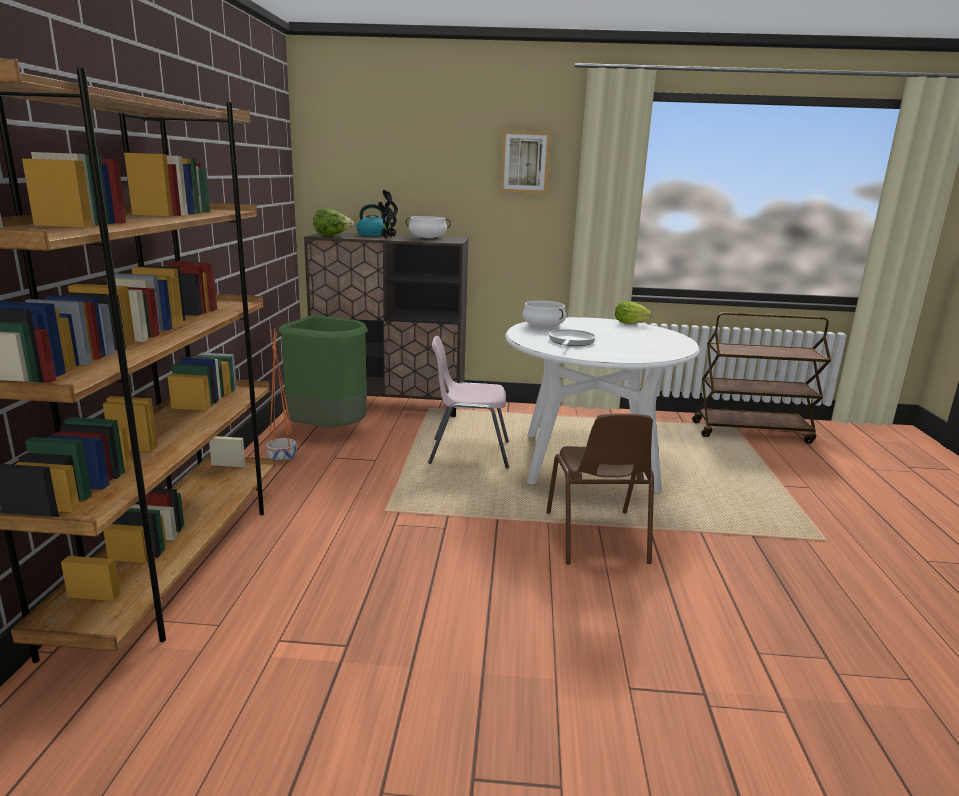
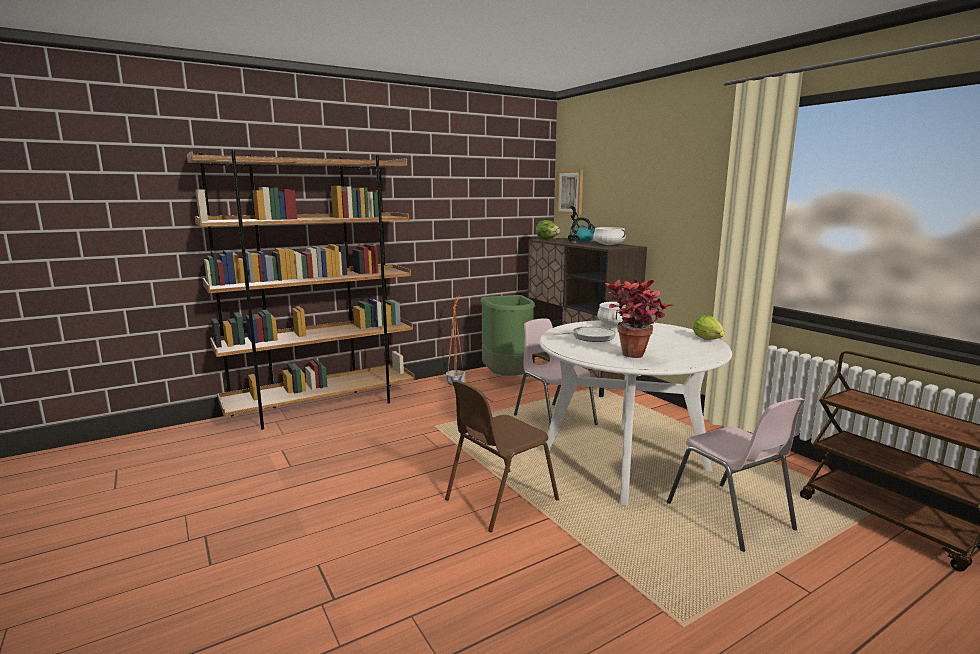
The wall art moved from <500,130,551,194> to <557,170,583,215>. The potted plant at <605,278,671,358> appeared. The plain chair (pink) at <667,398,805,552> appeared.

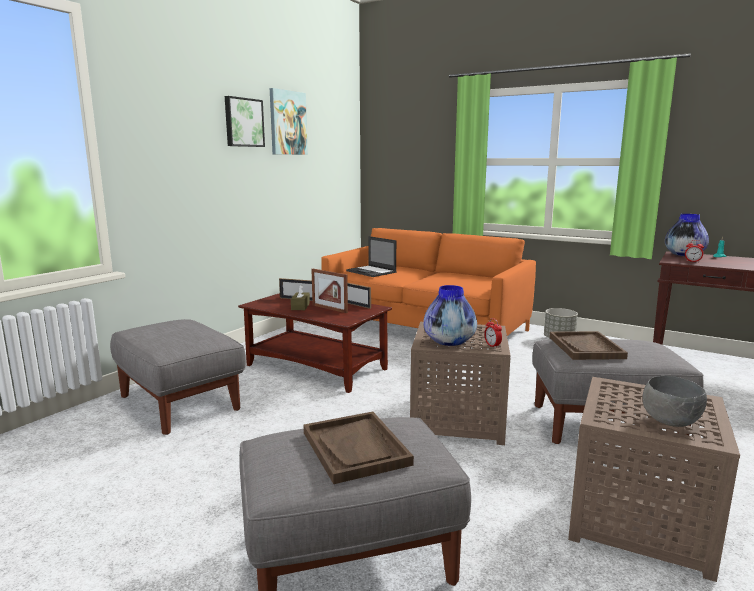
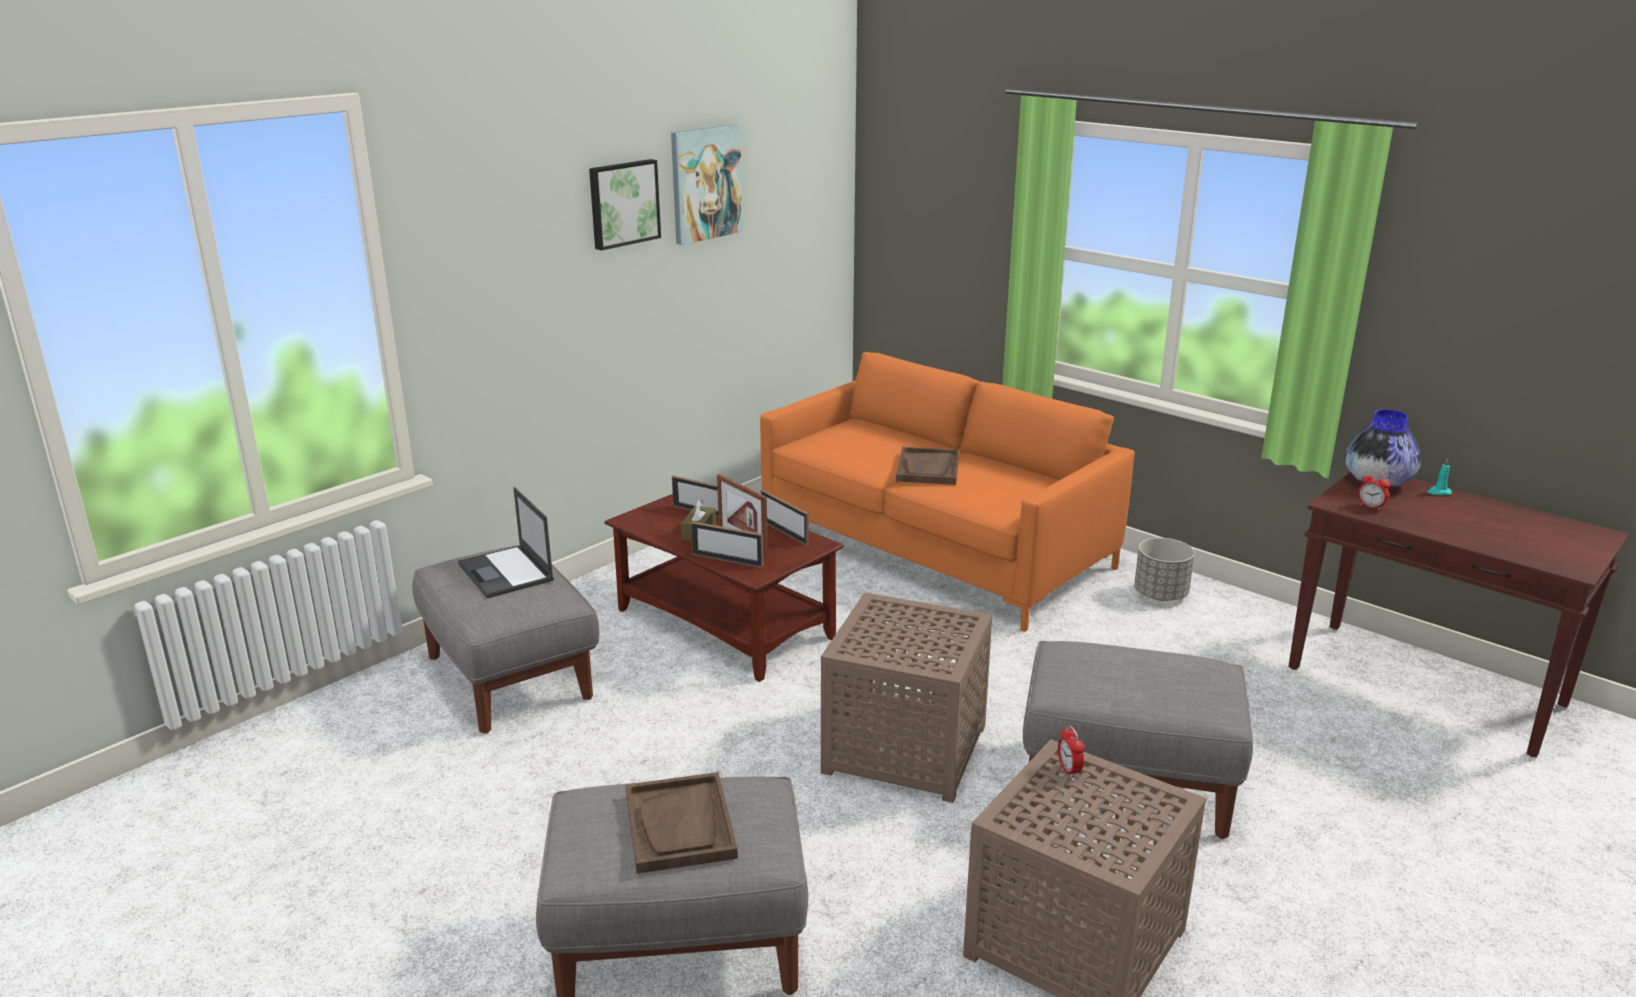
The laptop moved from <346,236,397,277> to <458,487,554,598>. The standing frame at <691,521,763,568> appeared. The tray (brown-coloured) moved from <549,331,628,360> to <896,447,959,485>. The bedside clock moved from <484,318,502,348> to <1058,726,1085,778>. The decorative vase at <423,285,477,346> disappeared. The deep dish (greyish) at <642,376,707,427> disappeared.

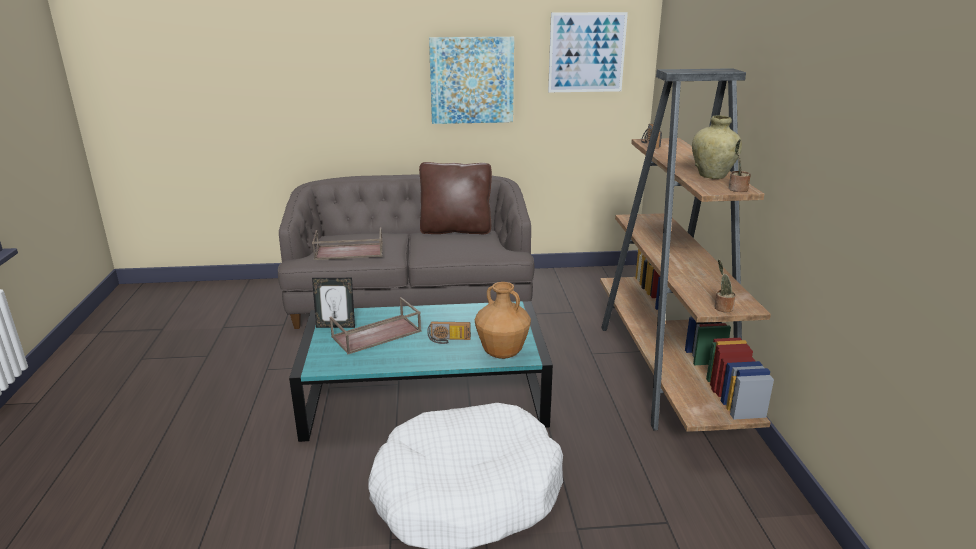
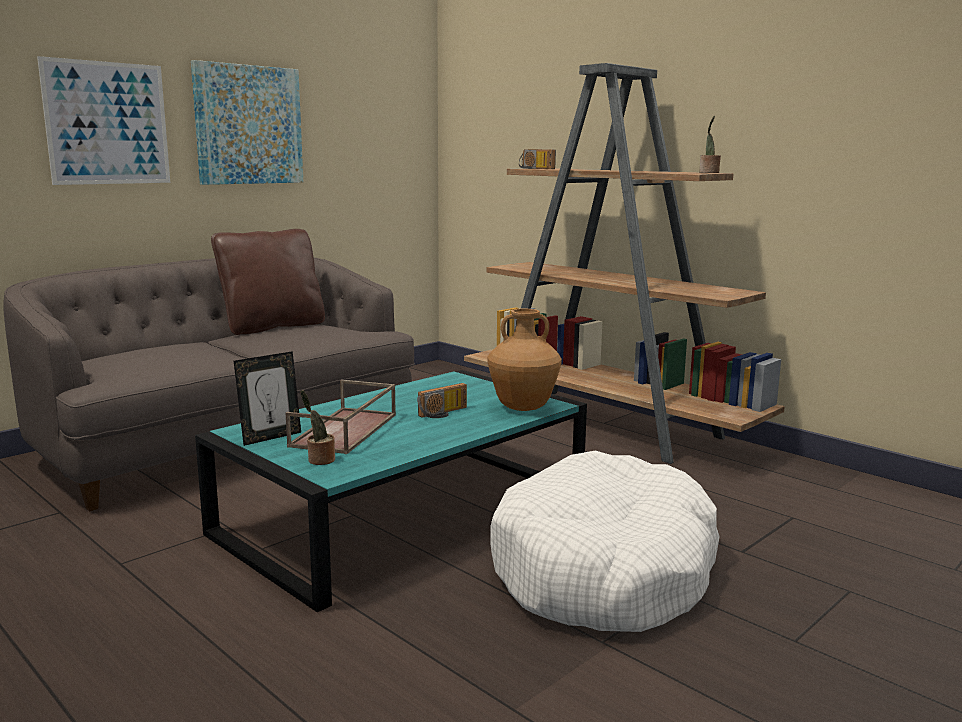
The wall art moved from <548,12,628,92> to <37,56,170,185>. The potted plant moved from <714,260,736,312> to <301,390,335,465>. The tray (brown-coloured) at <312,227,383,260> disappeared. The decorative vase (beige-coloured) at <692,115,742,179> disappeared.

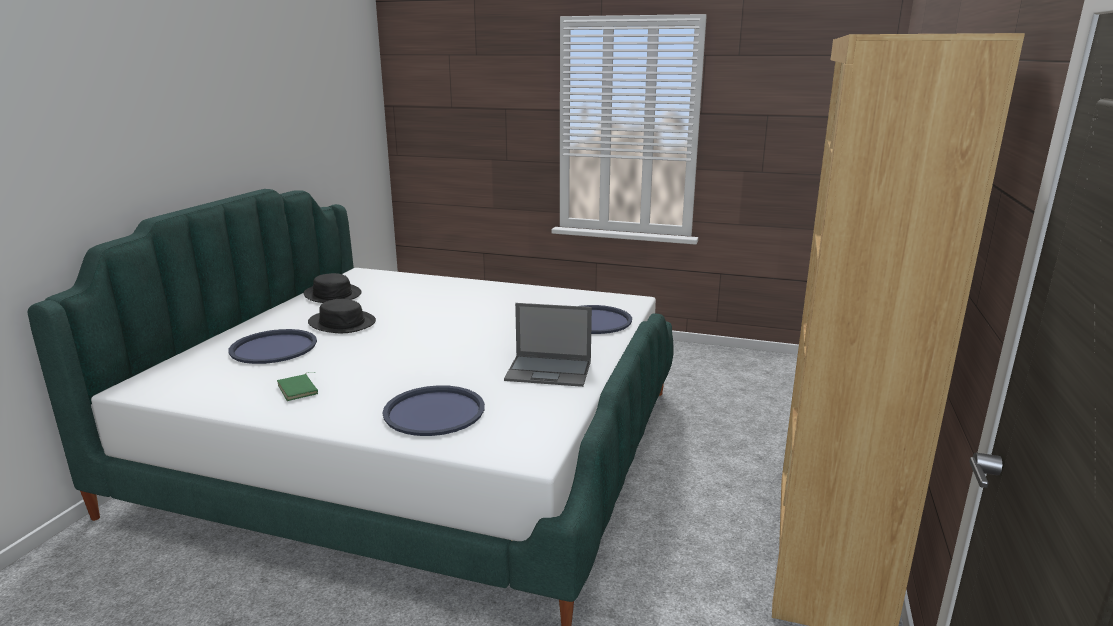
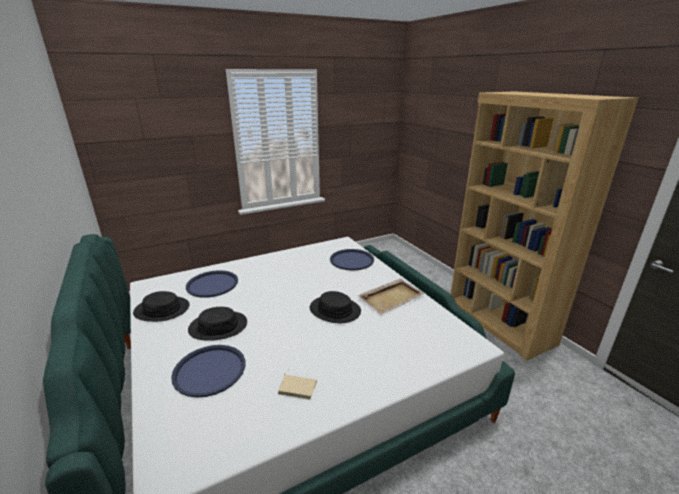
The tray (blue) moved from <382,385,485,436> to <186,270,238,298>. The bound book (greenish) at <277,372,318,401> became the bound book (beige-coloured) at <278,370,317,400>. The clothing hat (black) at <310,291,361,323> appeared. The laptop at <504,303,592,387> was replaced by the tray (beige-coloured) at <358,278,425,315>.

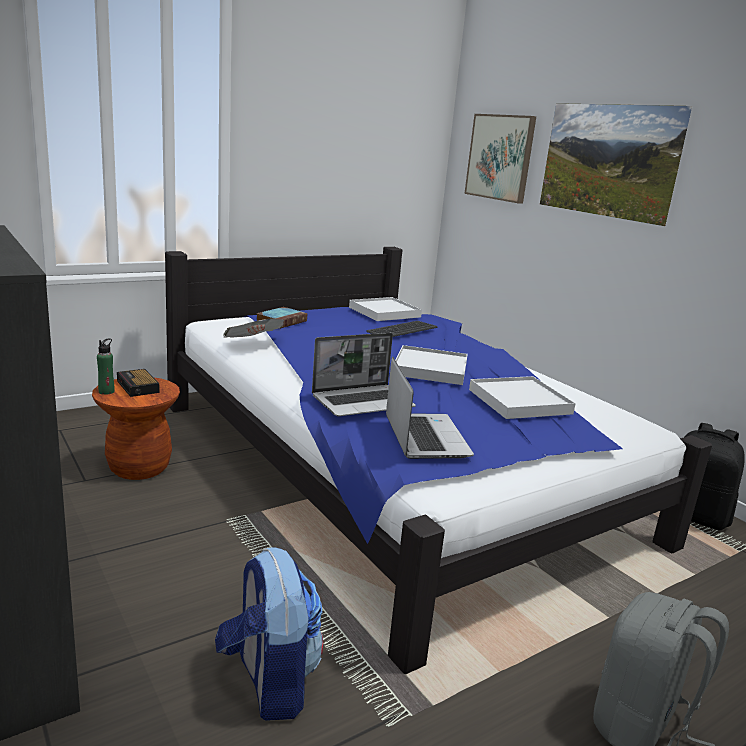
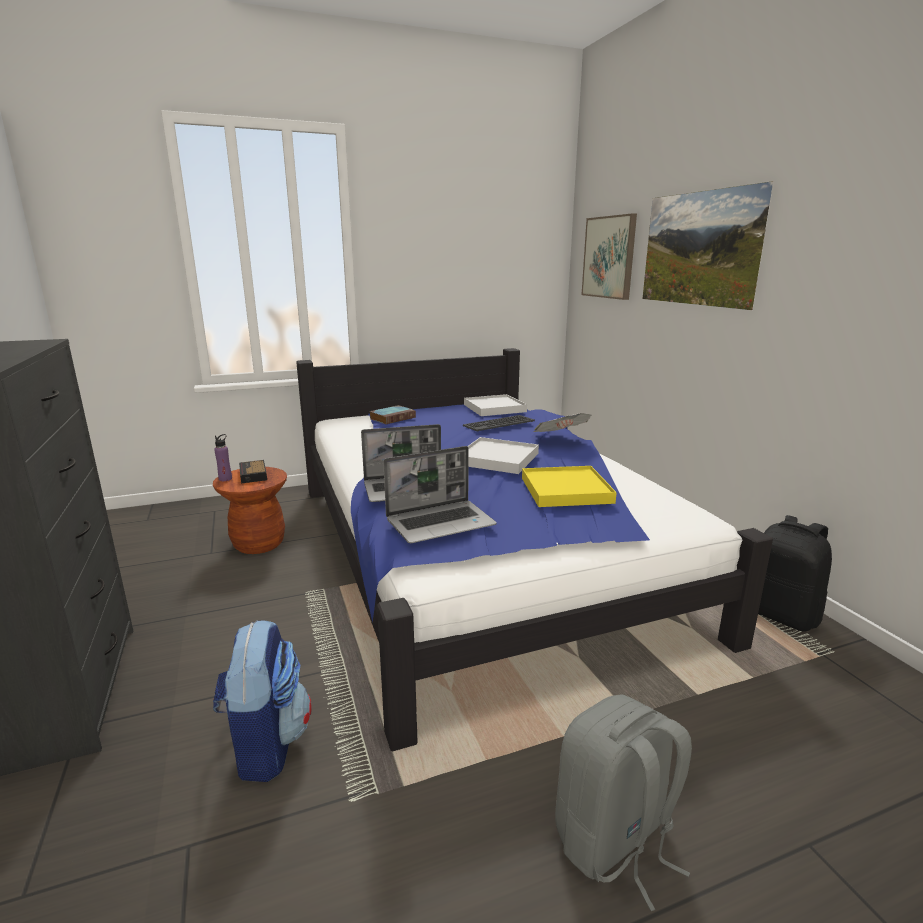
The beverage bottle (greenish) at <97,338,115,395> became the beverage bottle (purple-coloured) at <214,434,232,481>. The laptop at <386,357,474,459> turned 60 degrees clockwise. The tray (white) at <469,376,576,419> became the tray (yellow-coloured) at <522,466,617,507>. The printed paper moved from <223,318,284,338> to <533,413,592,432>.

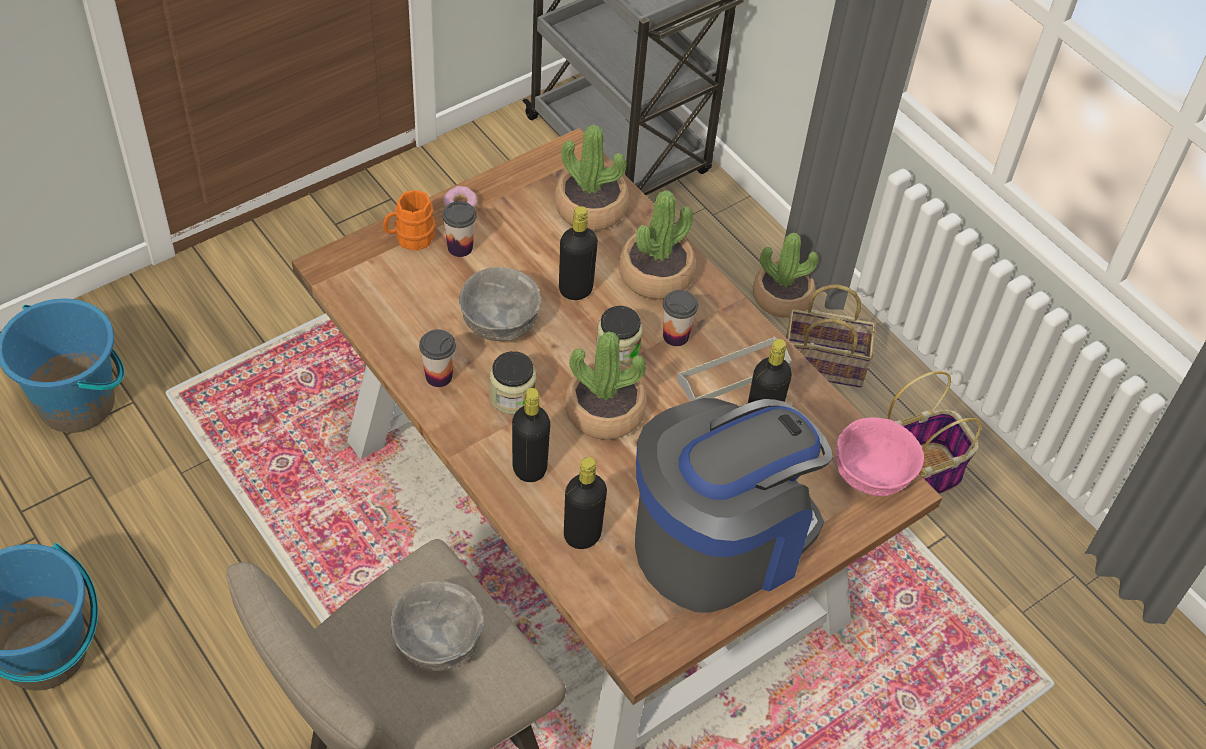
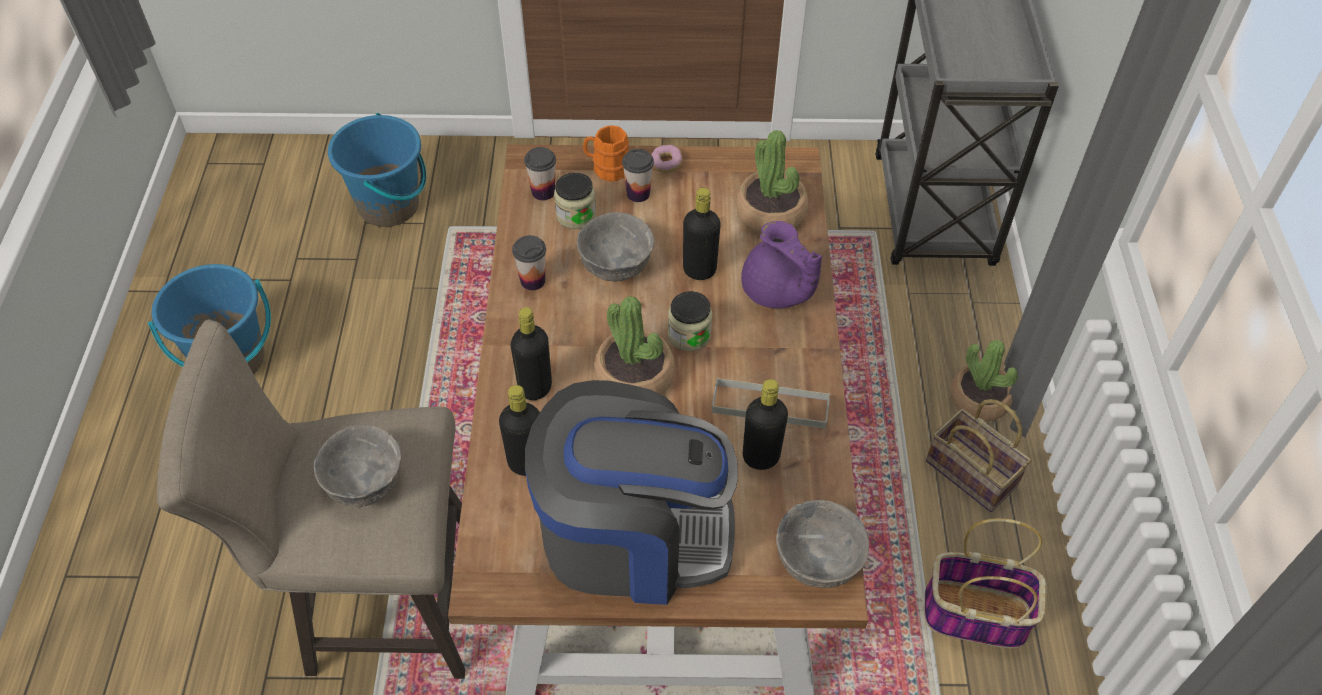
The cup moved from <663,290,698,346> to <524,147,556,201>. The jar moved from <490,351,536,414> to <554,173,596,229>. The potted plant at <619,190,696,300> was replaced by the tea pot (purple-coloured) at <741,221,822,308>. The deep dish (pink) at <836,417,924,496> became the deep dish (greyish) at <776,500,869,588>.

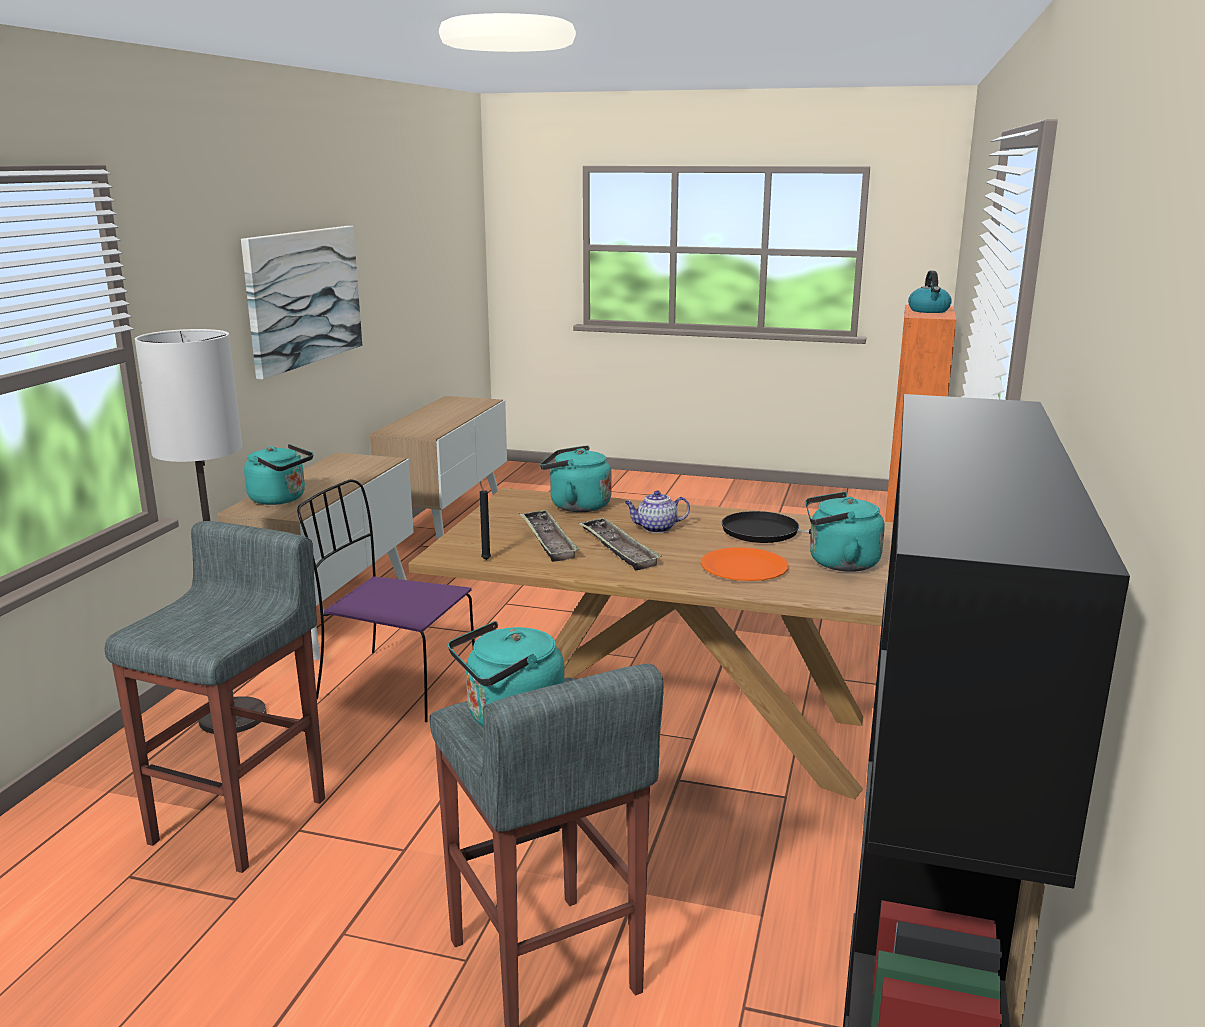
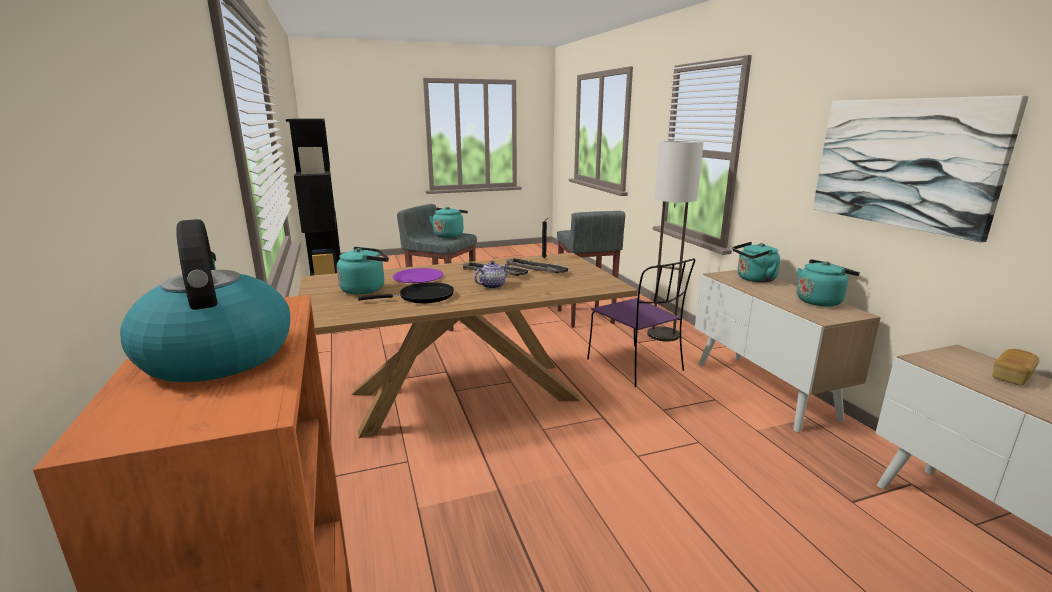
The plate (orangey) at <701,547,788,581> became the plate (purple-coloured) at <393,268,443,283>. The plain chair (purple-coloured) at <297,479,475,722> turned 75 degrees clockwise. The water kettle (turquoise-coloured) moved from <540,445,612,512> to <797,259,860,307>. The baked bread at <993,349,1039,386> appeared.

